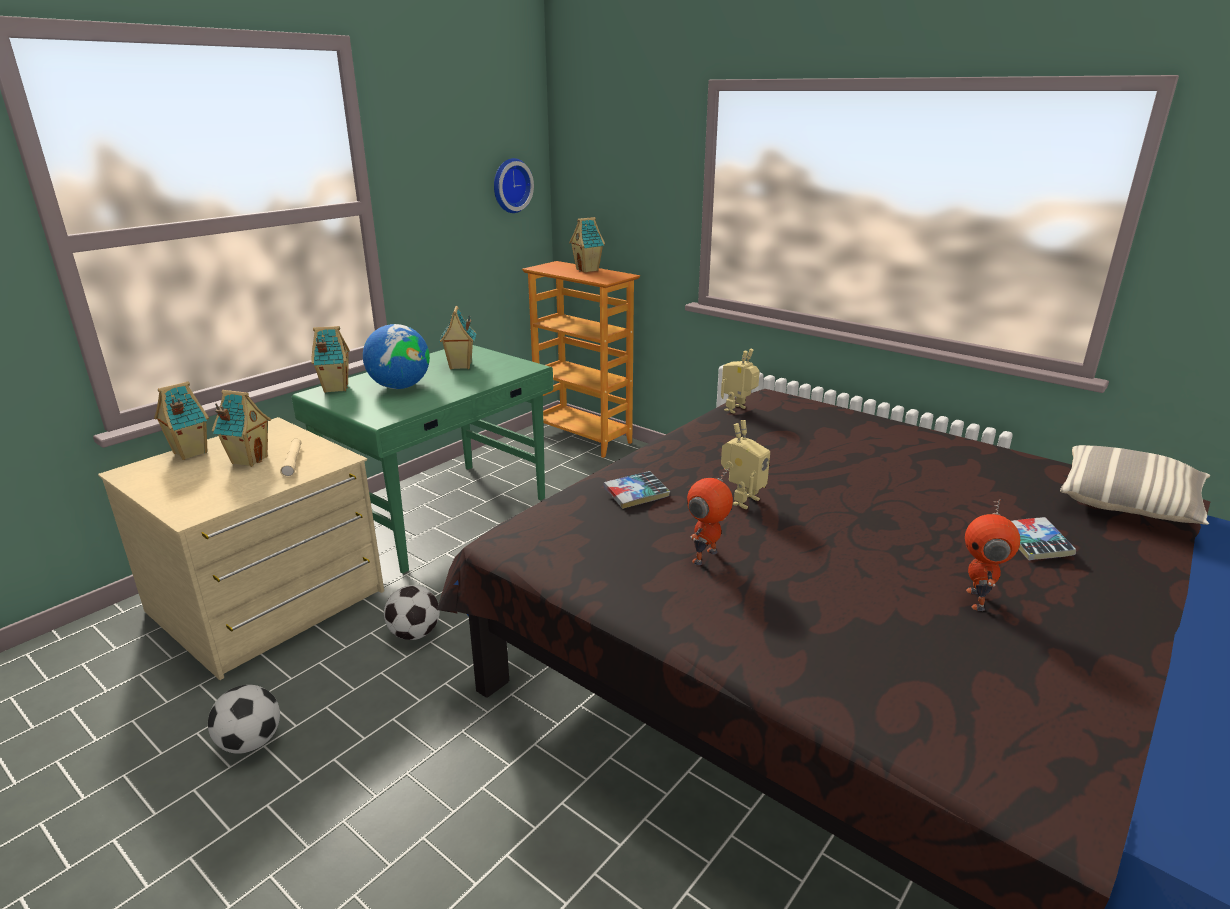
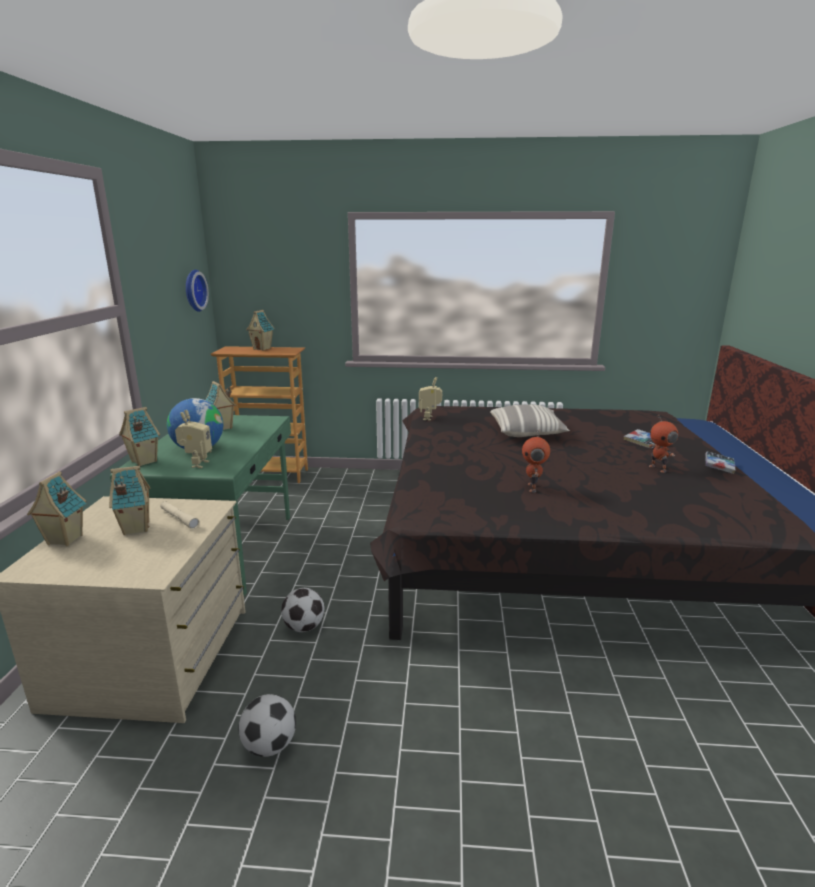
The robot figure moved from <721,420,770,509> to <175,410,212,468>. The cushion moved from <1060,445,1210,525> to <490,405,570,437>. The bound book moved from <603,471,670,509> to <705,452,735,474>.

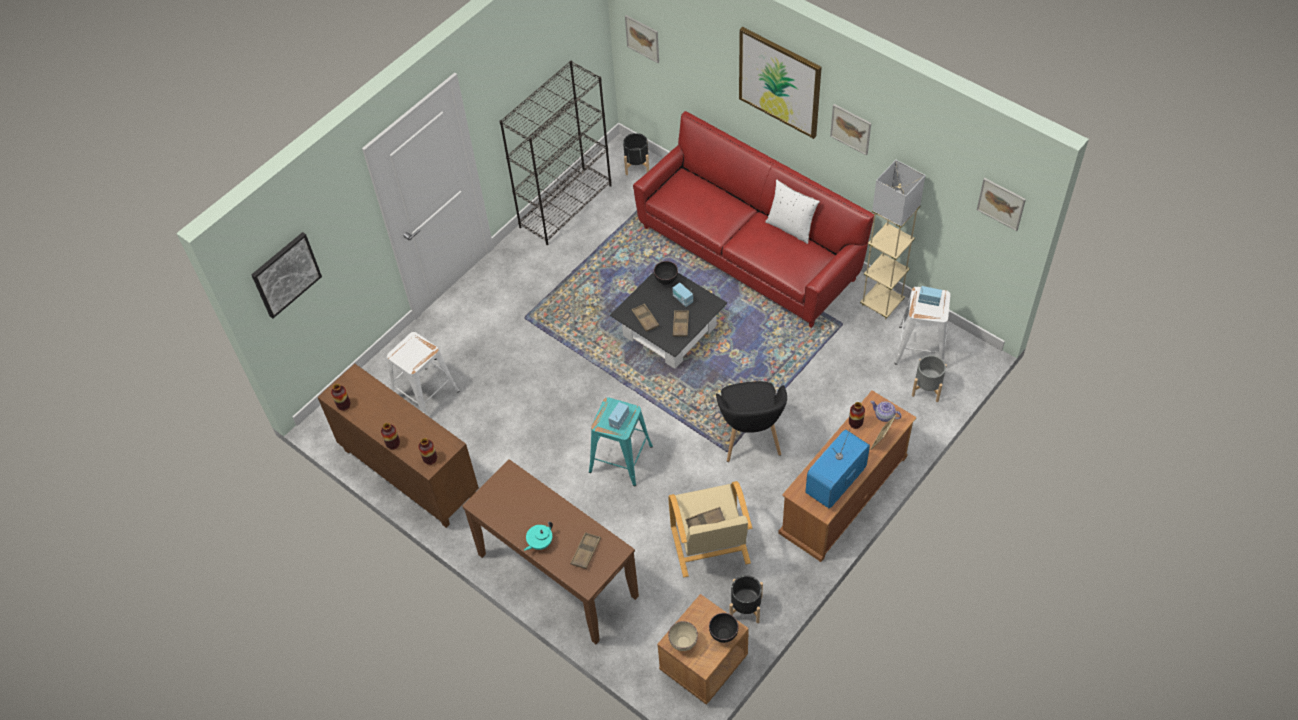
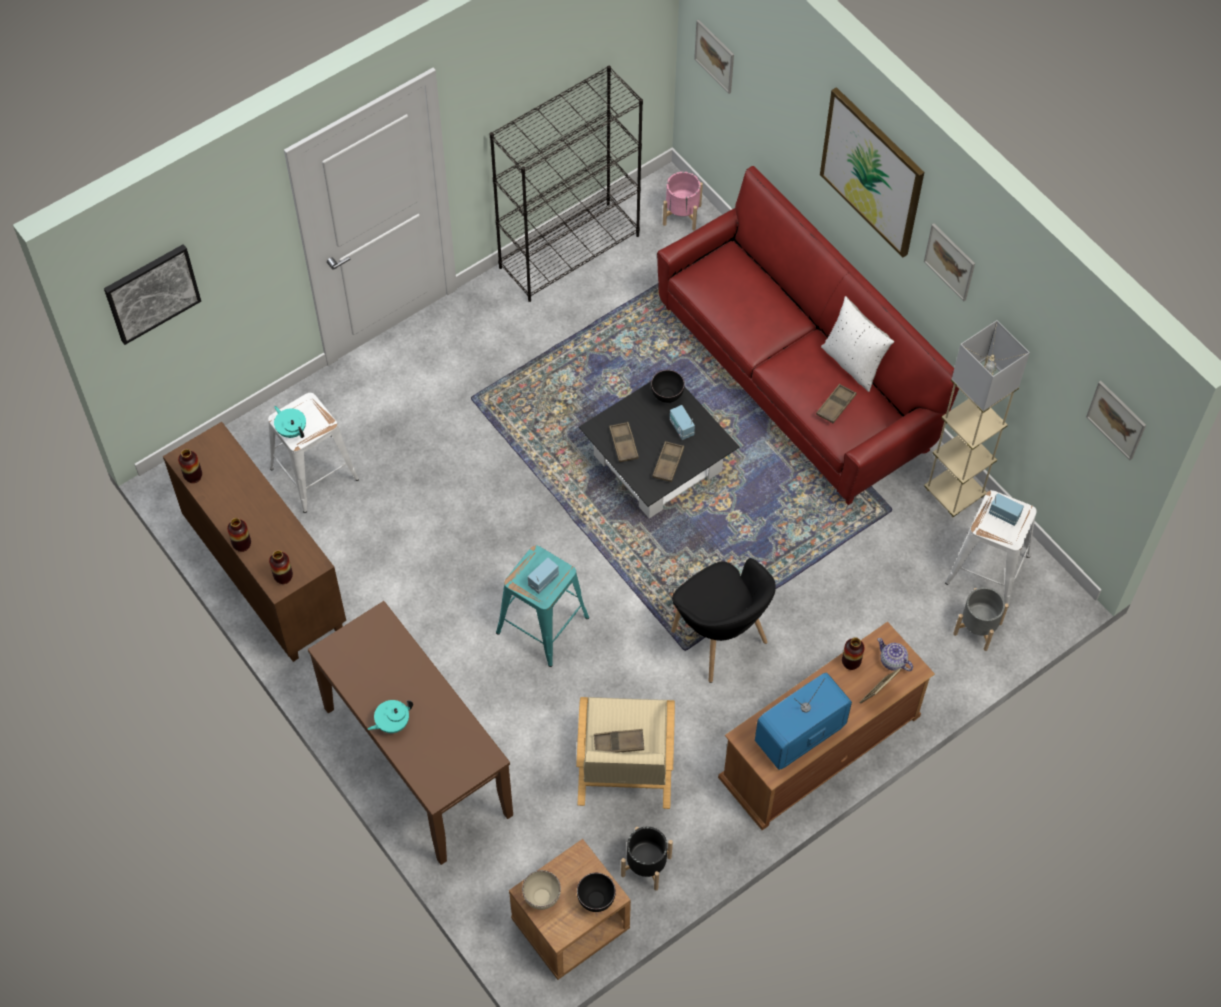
The tea pot (turquoise-coloured) at <274,406,306,438> appeared. The planter (black) at <623,133,649,175> became the planter (pink) at <663,172,703,231>. The armchair (black) at <716,381,787,462> turned 45 degrees counterclockwise. The tray (brown-coloured) moved from <570,532,601,569> to <816,384,856,423>.

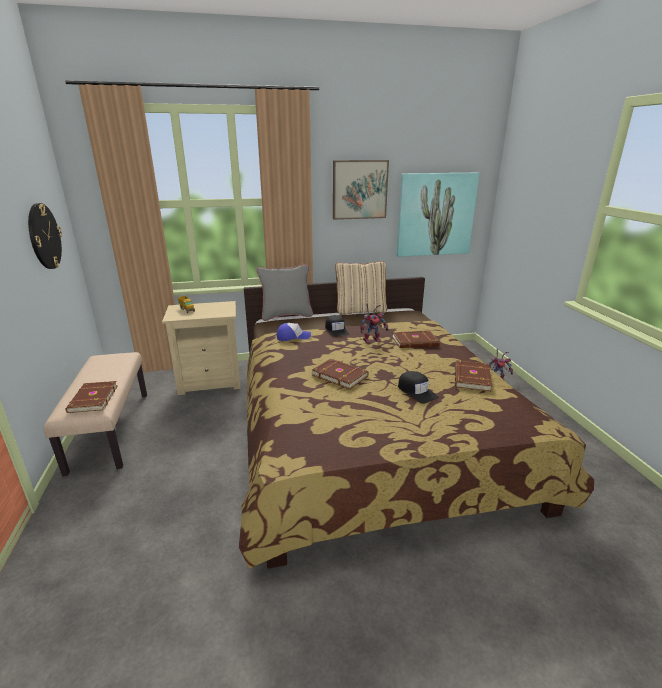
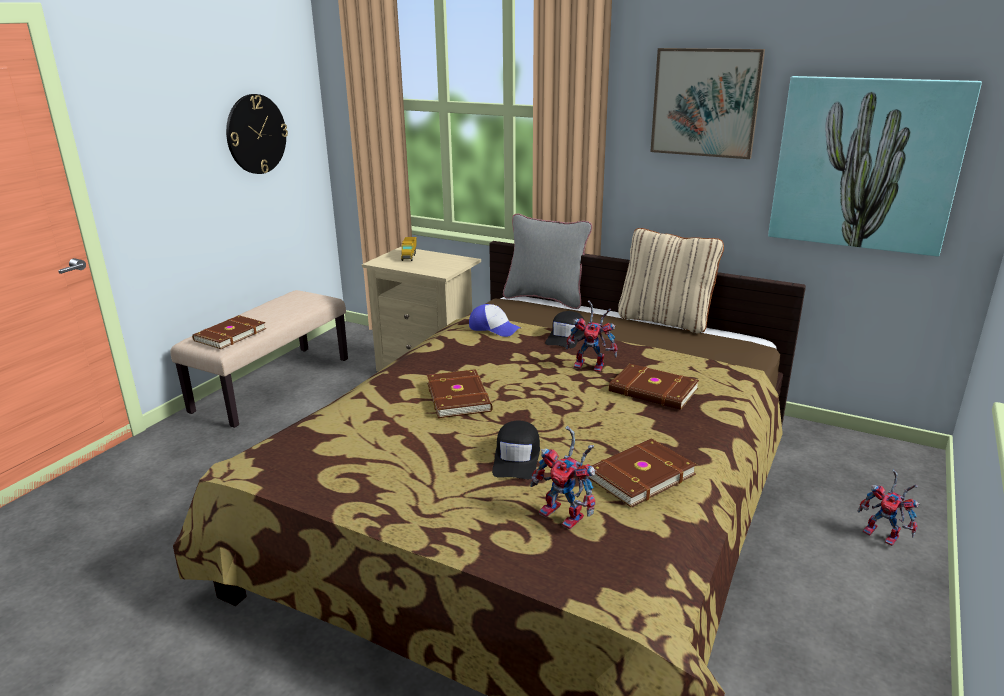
The robot figure at <530,426,596,530> appeared.

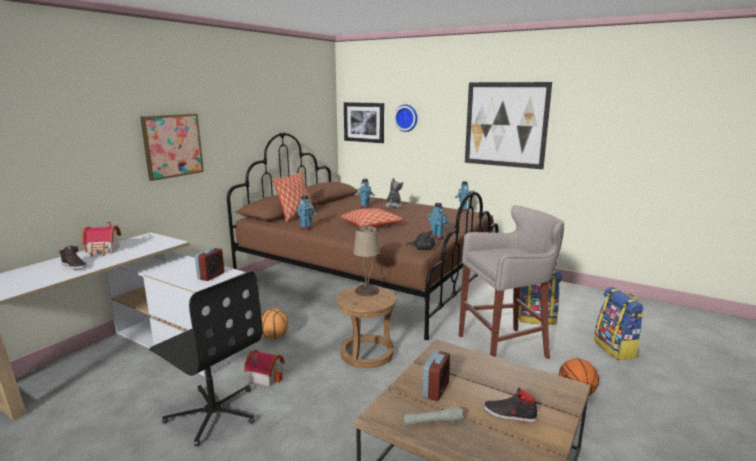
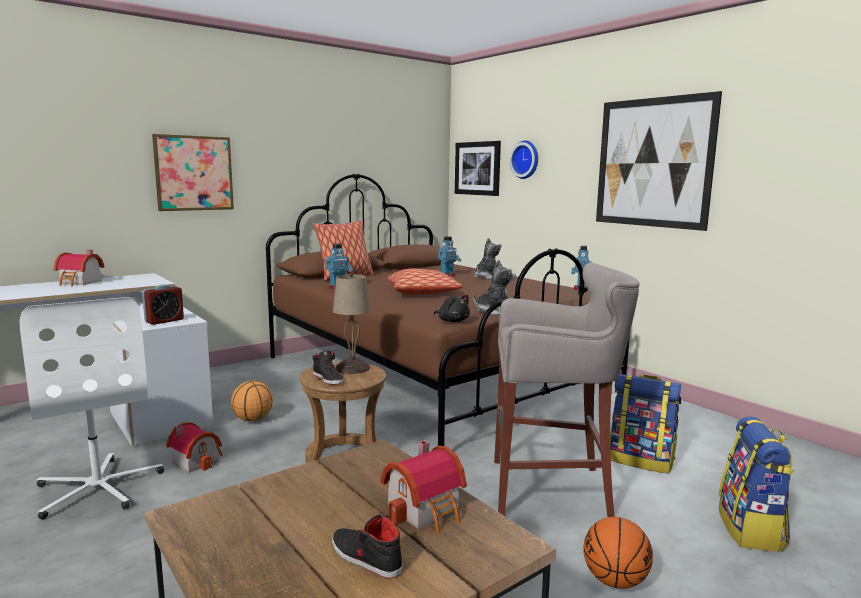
The office chair (black) at <149,271,263,446> became the office chair (white) at <20,297,164,520>. The low shoe (black) moved from <59,246,87,269> to <313,351,344,385>. The miniature house at <381,440,467,533> appeared. The robot figure at <428,203,450,240> was replaced by the cuddly toy at <473,260,516,315>. The flashlight (greyish) at <403,406,464,426> disappeared. The bedside clock at <422,350,450,401> disappeared.

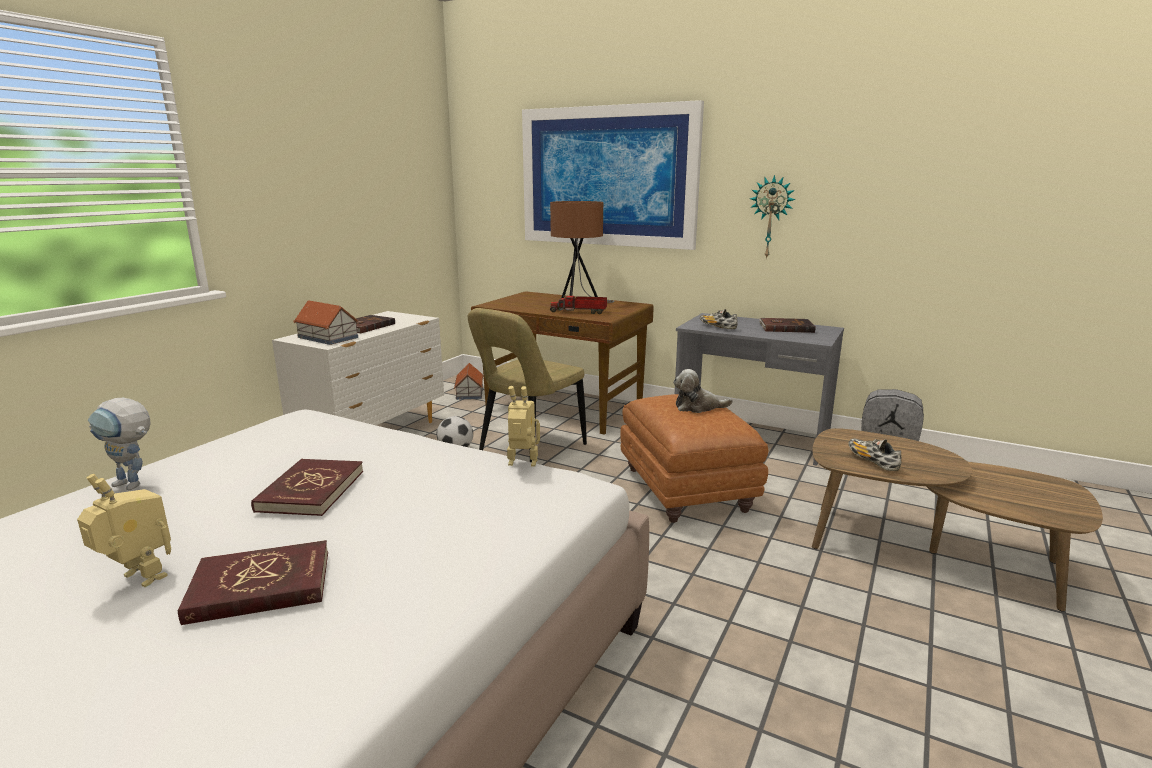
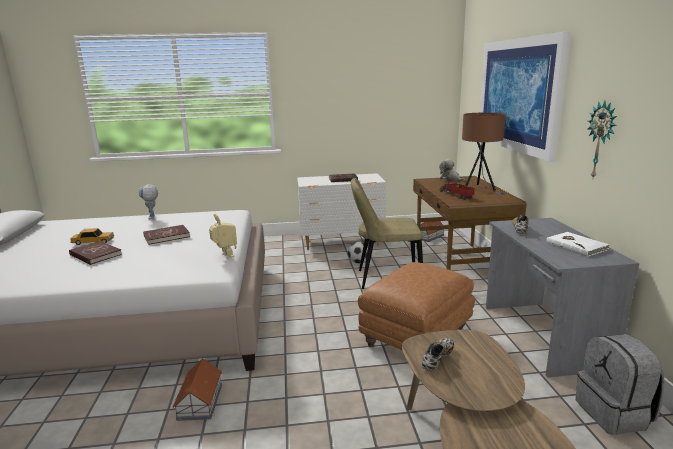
The robot figure at <77,474,171,587> was replaced by the model car at <70,228,114,245>. The miniature house moved from <294,300,359,345> to <172,358,222,421>. The cuddly toy moved from <673,369,733,413> to <439,159,465,182>. The bound book (brown-coloured) at <759,318,816,333> became the bound book (white) at <546,232,609,257>.

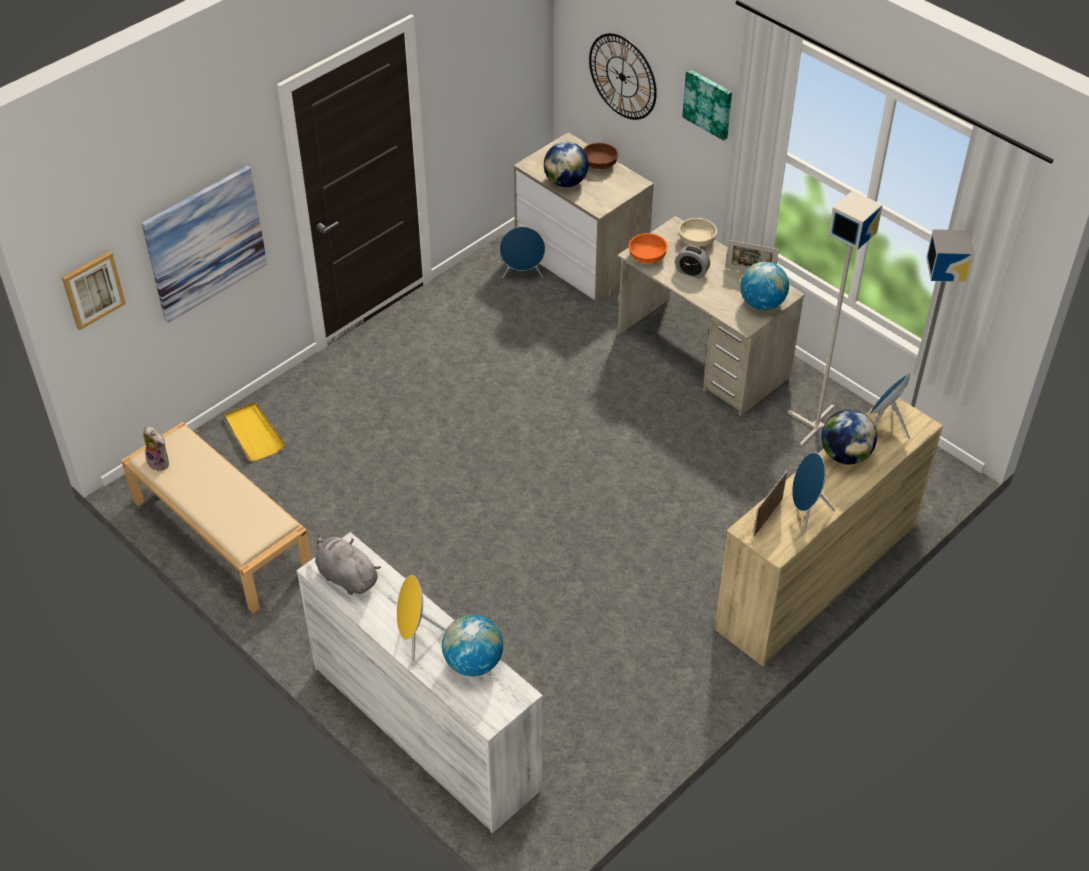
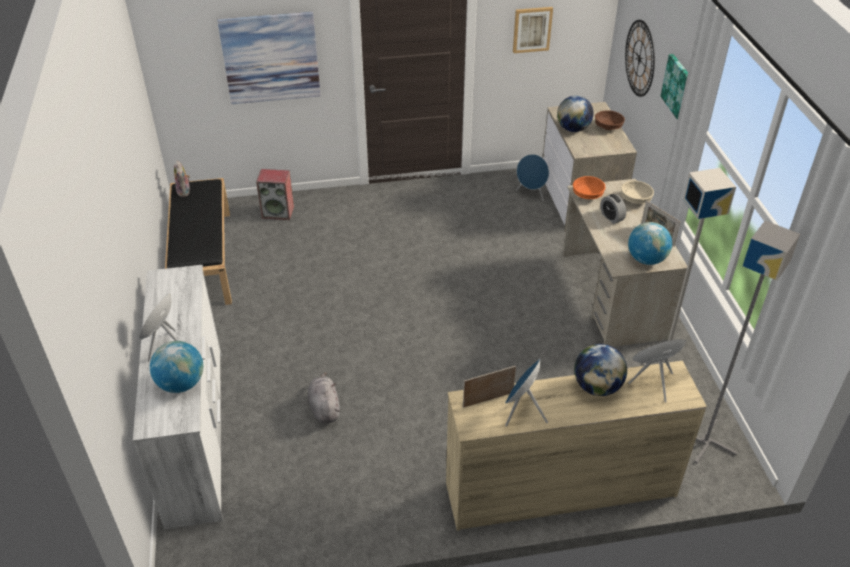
The bench (beige-coloured) at <121,422,312,613> became the bench (black) at <165,178,232,305>. The tray (yellow-coloured) at <224,402,286,461> was replaced by the speaker at <256,169,294,220>. The cuddly toy (greyish) moved from <315,534,381,595> to <308,372,340,423>. The wall art moved from <62,251,126,330> to <513,7,553,53>.

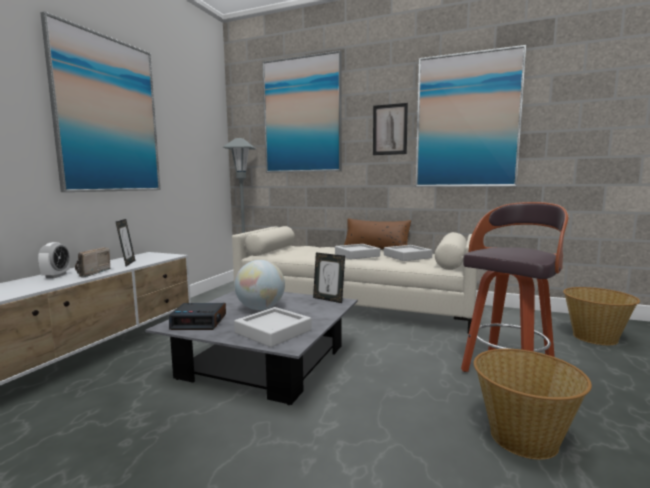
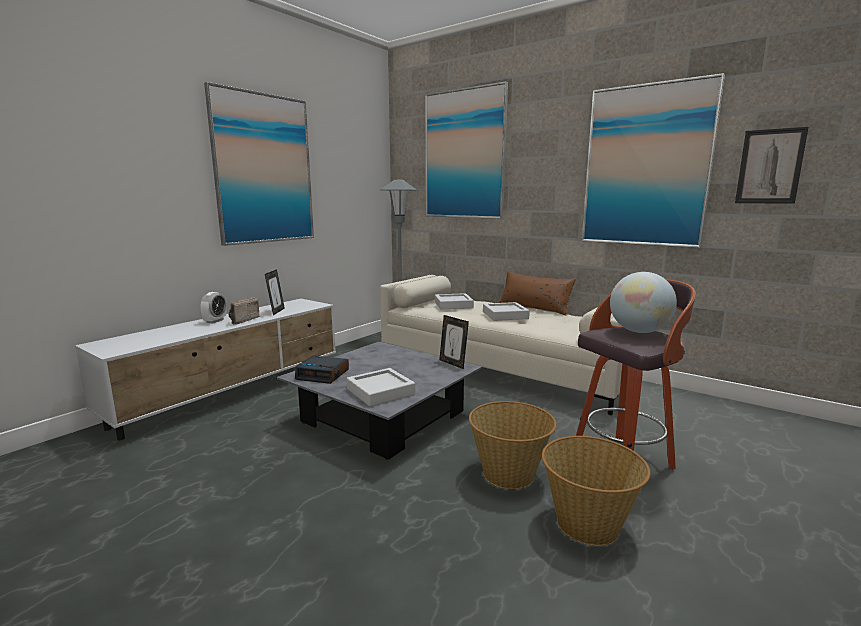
The tray (greyish) moved from <384,245,433,261> to <435,293,474,309>. The household basket moved from <563,287,640,345> to <469,401,557,489>. The world globe moved from <234,260,285,310> to <610,272,677,333>. The wall art moved from <373,103,408,155> to <735,126,809,204>.

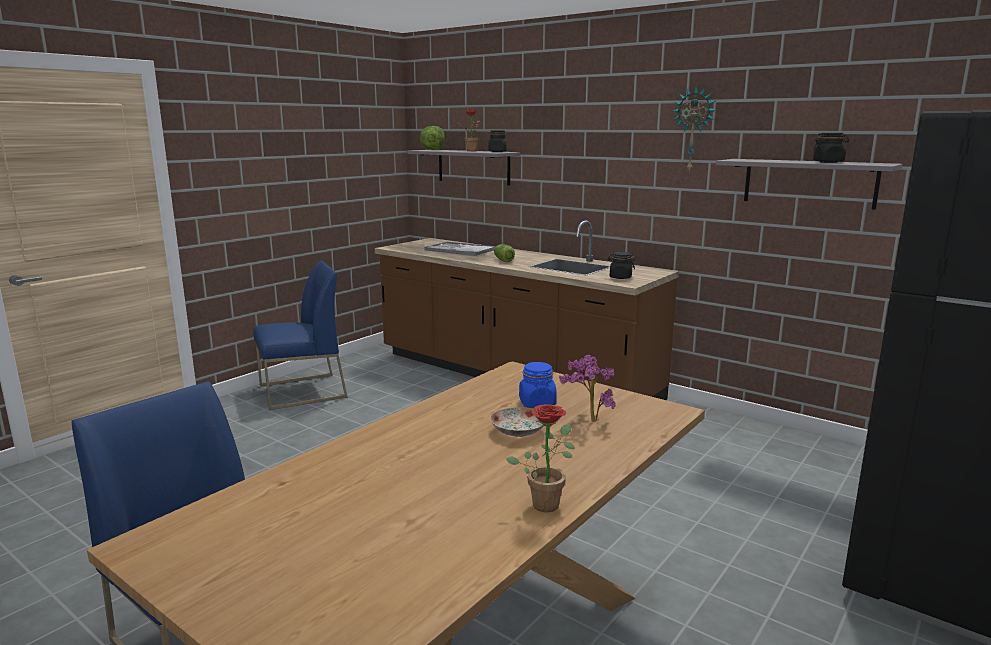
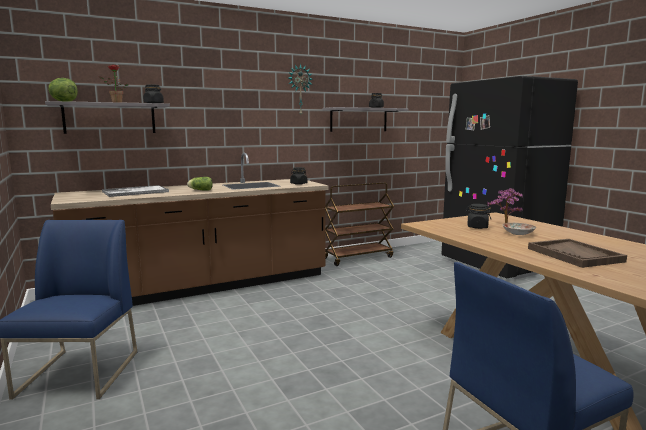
The wheeled cart (brown-coloured) at <324,182,394,266> appeared. The jar (blue) at <519,362,557,408> became the jar (black) at <465,204,491,229>. The tray (brown-coloured) at <528,239,627,268> appeared. The potted plant at <506,405,575,512> disappeared.

